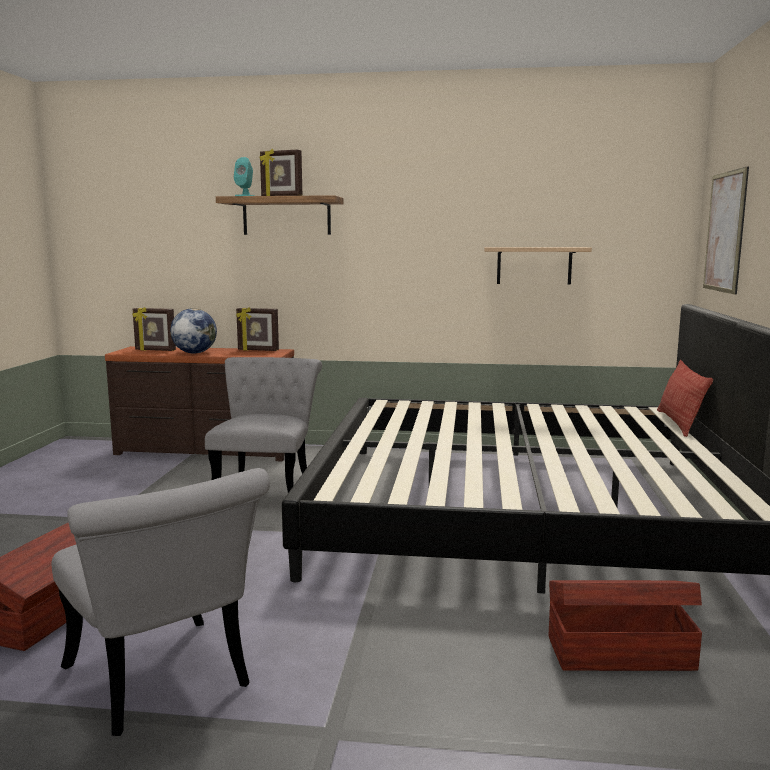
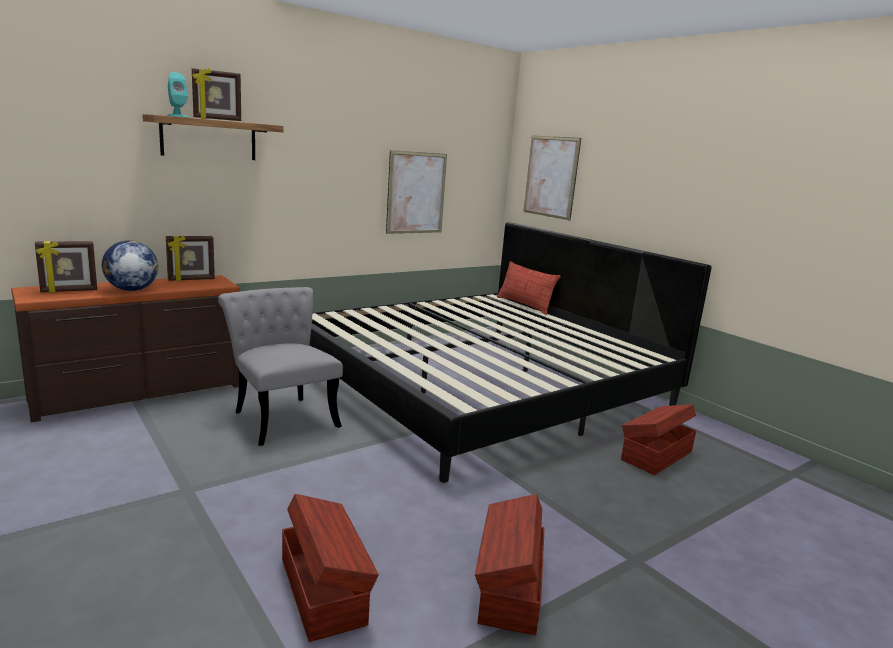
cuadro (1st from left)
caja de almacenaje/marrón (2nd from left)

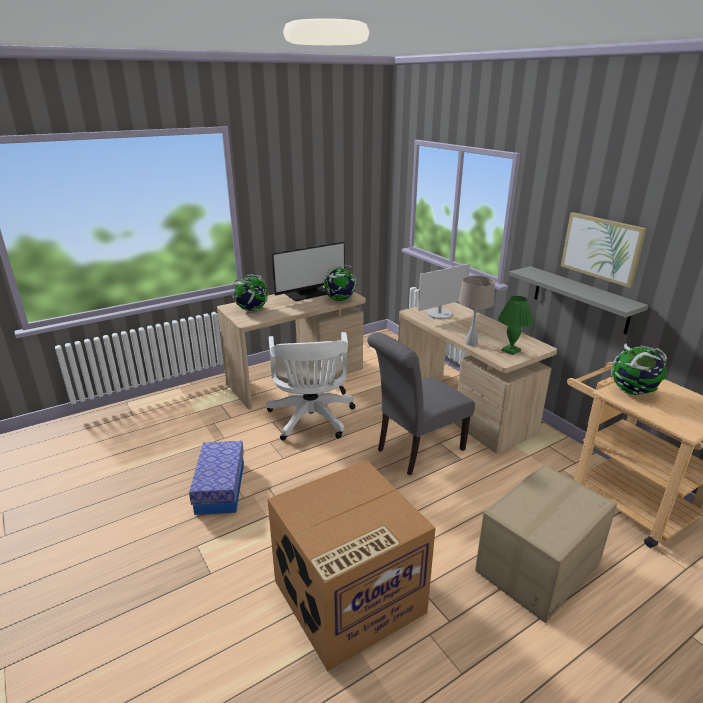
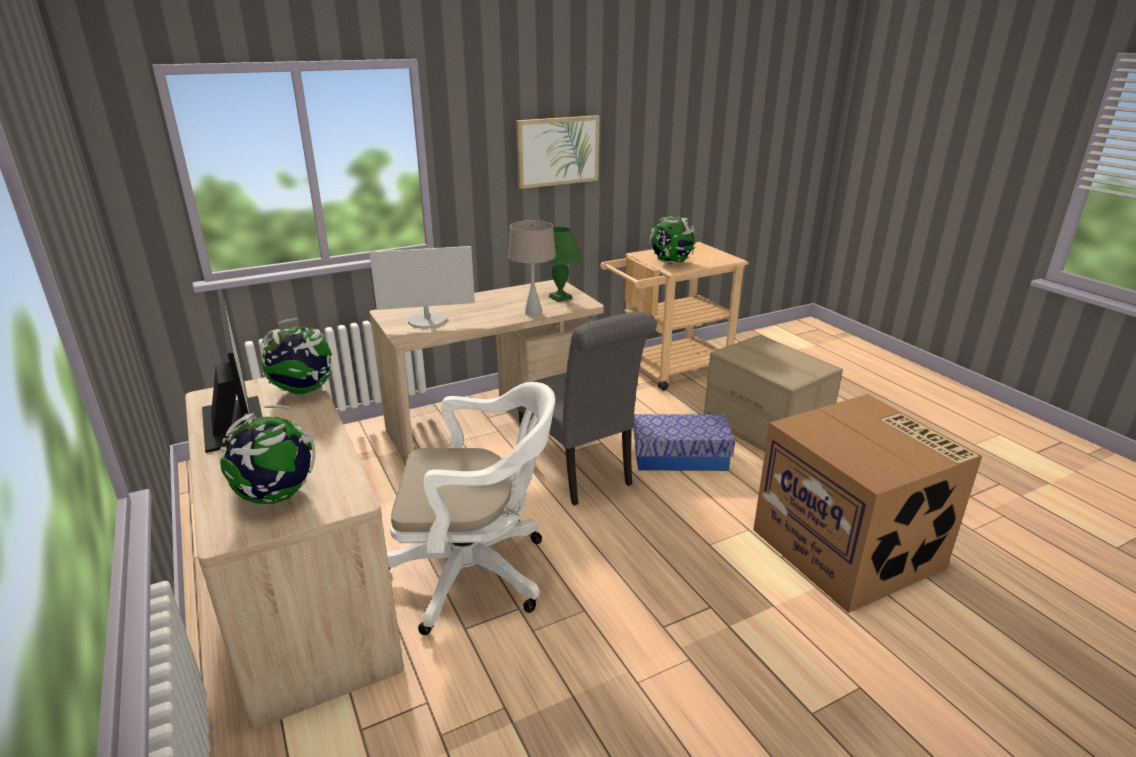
monitor (2nd from left)
estante/gris
caja de almacenaje

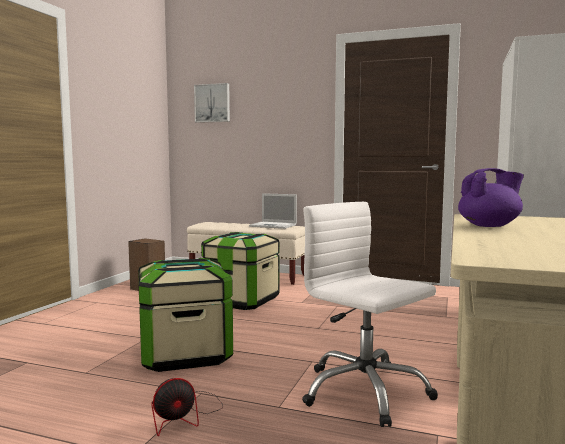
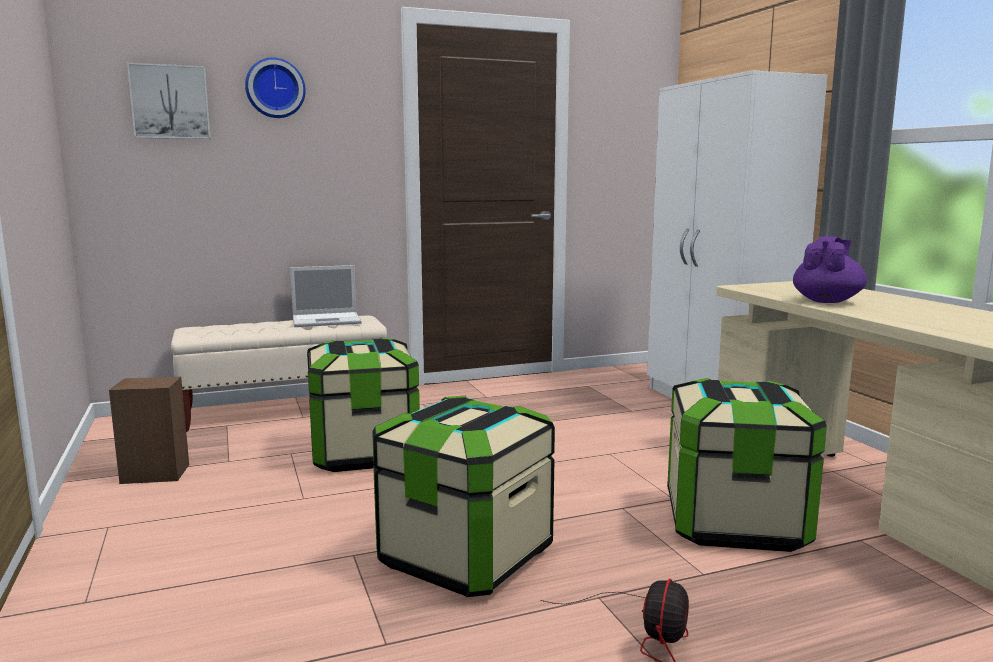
caja de almacenaje (3rd from left)
reloj de pared

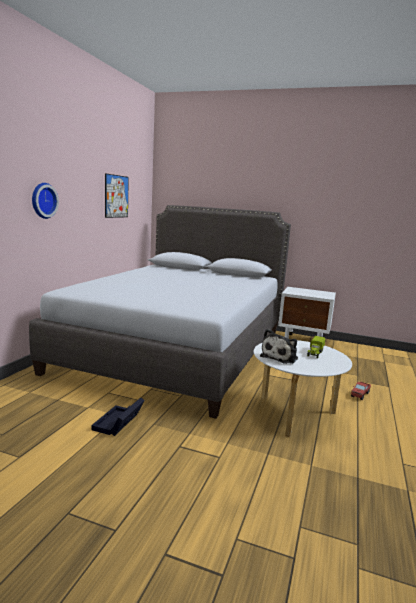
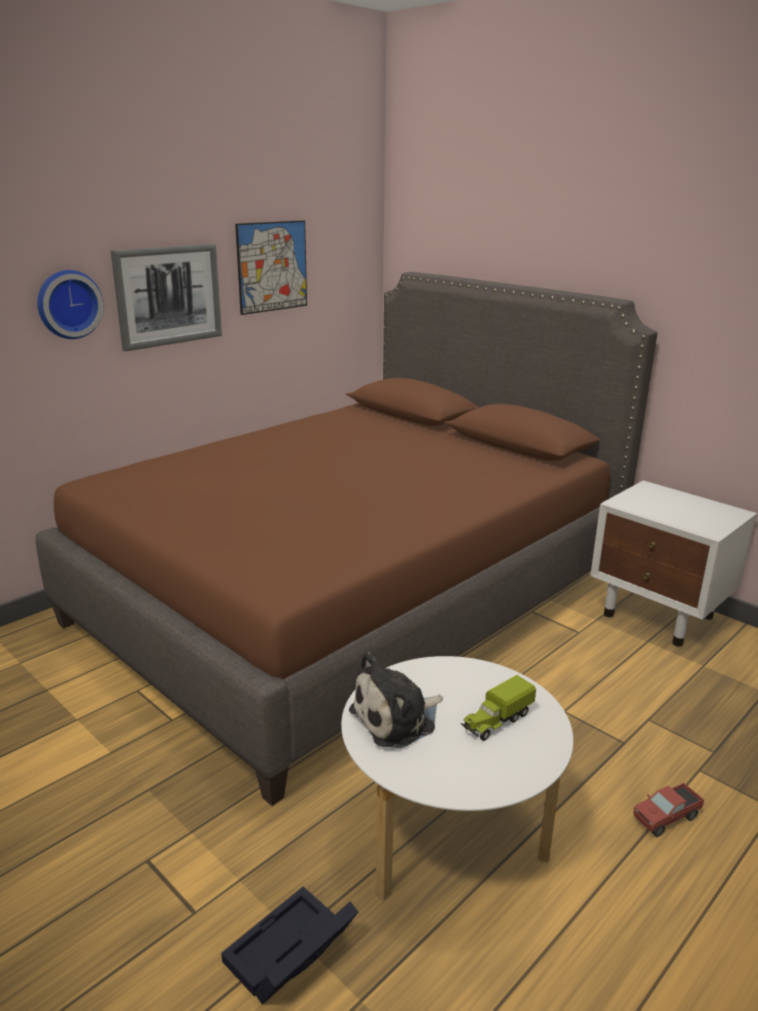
cama/marrón
caja de almacenaje/negro
cuadro (1st from left)

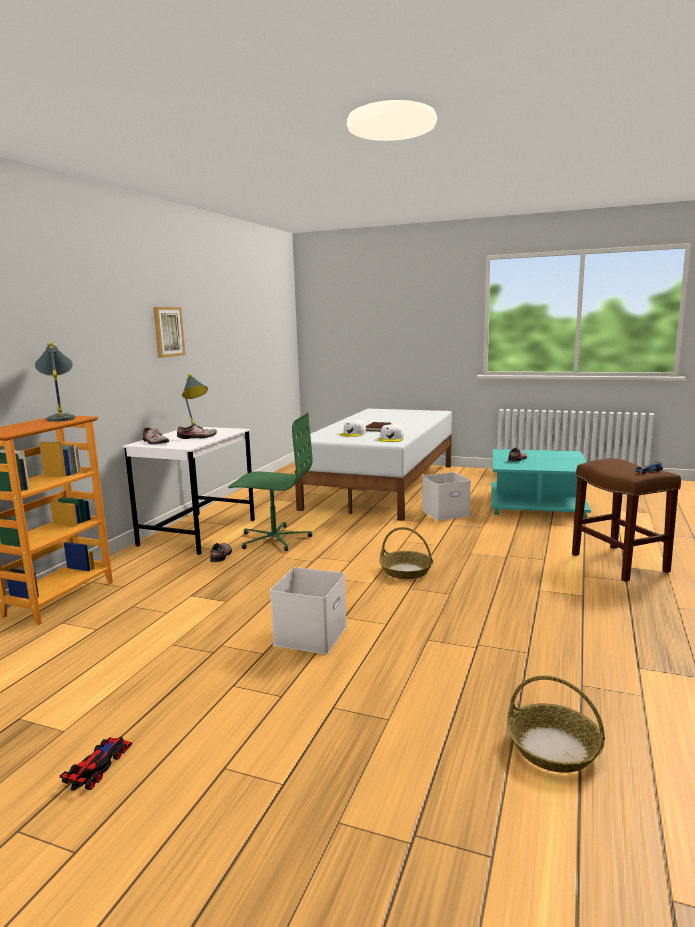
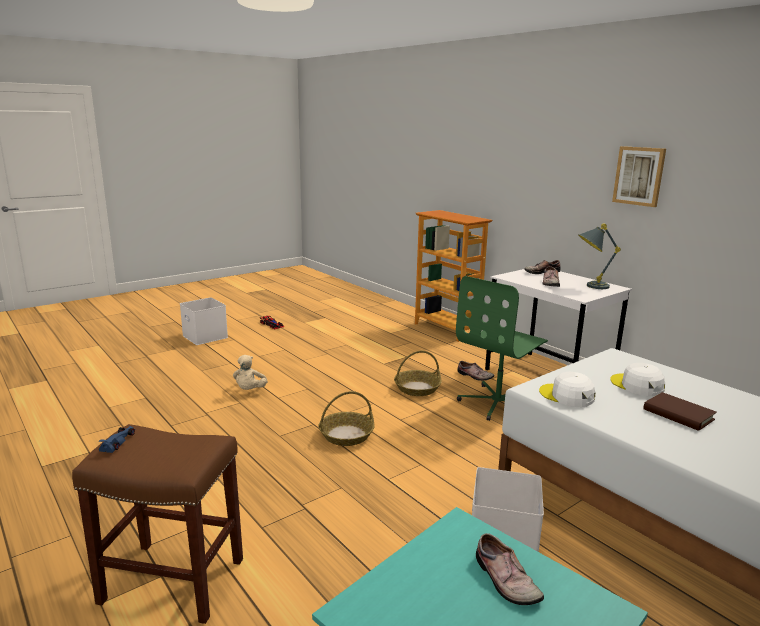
lámpara de mesa/gris (1st from left in the first image)
caja de almacenaje/blanco (1st from left)
cesta (2nd from left)
peluche/beis

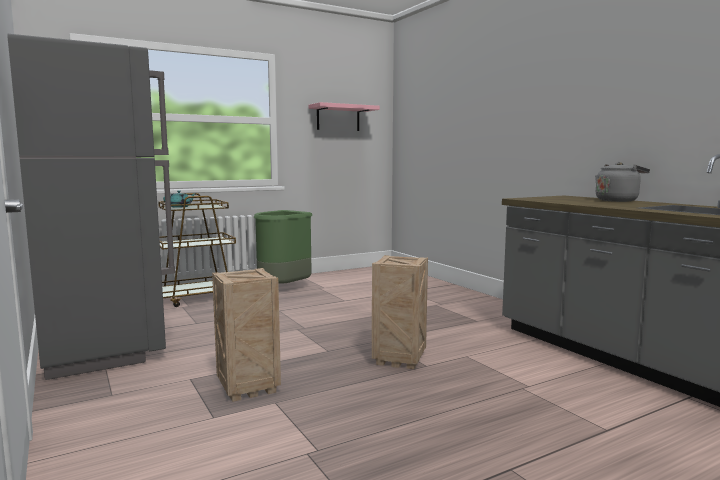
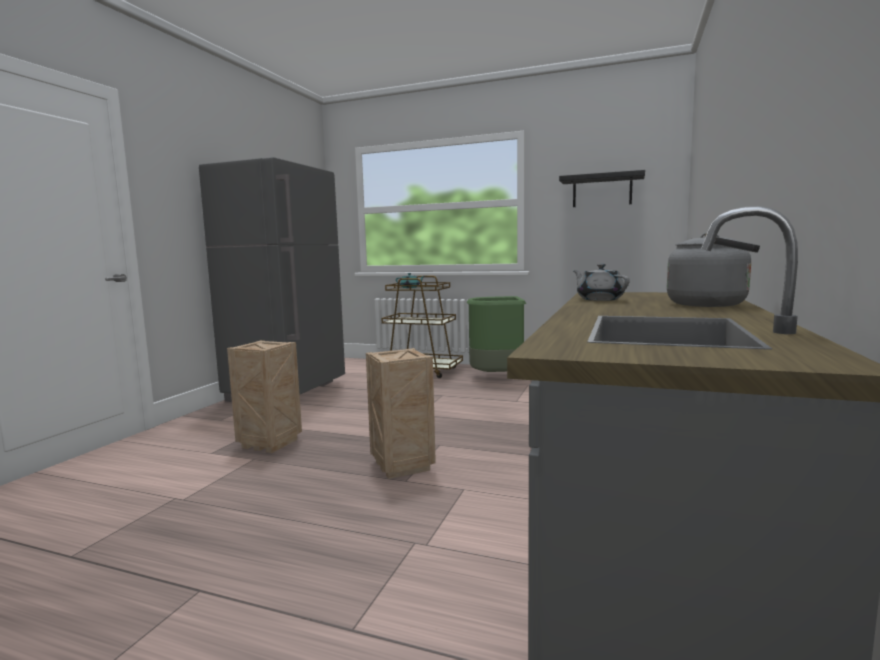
estante/negro
tetera/gris

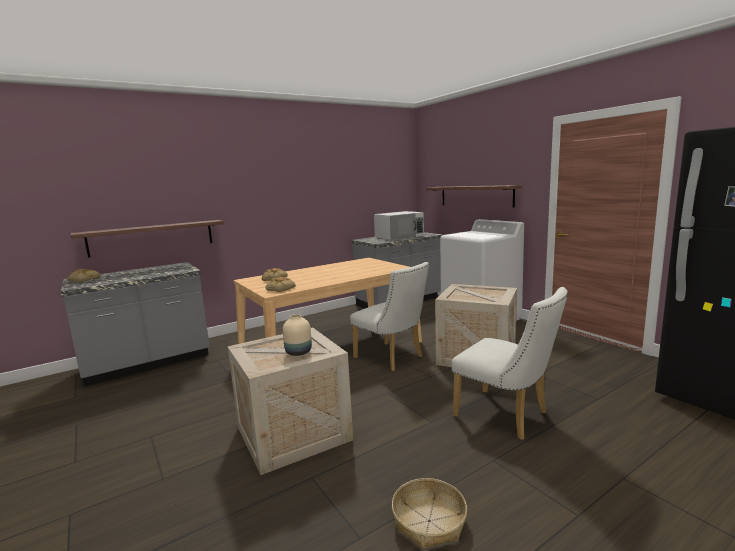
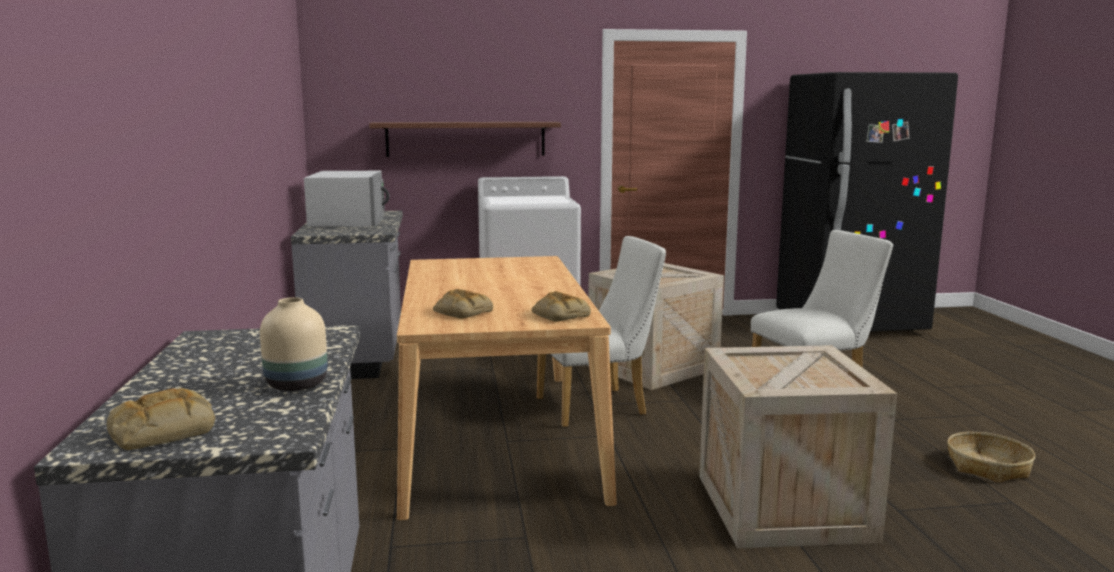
estante (1st from left in the first image)
florero/beis

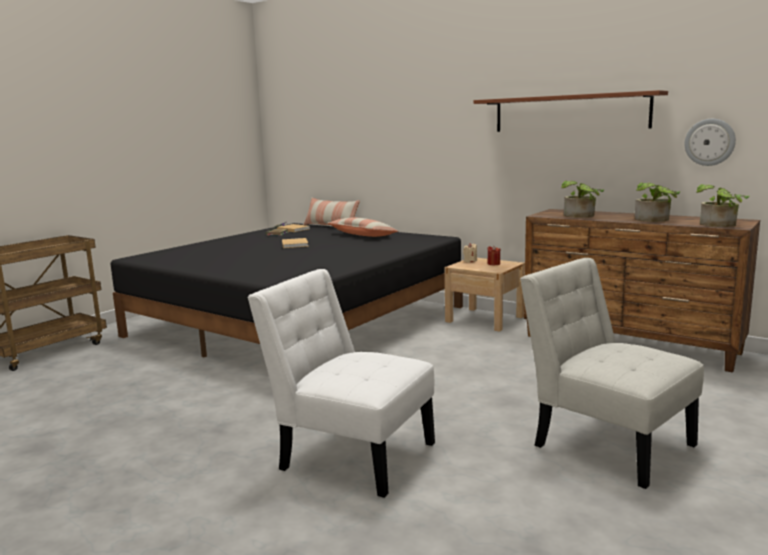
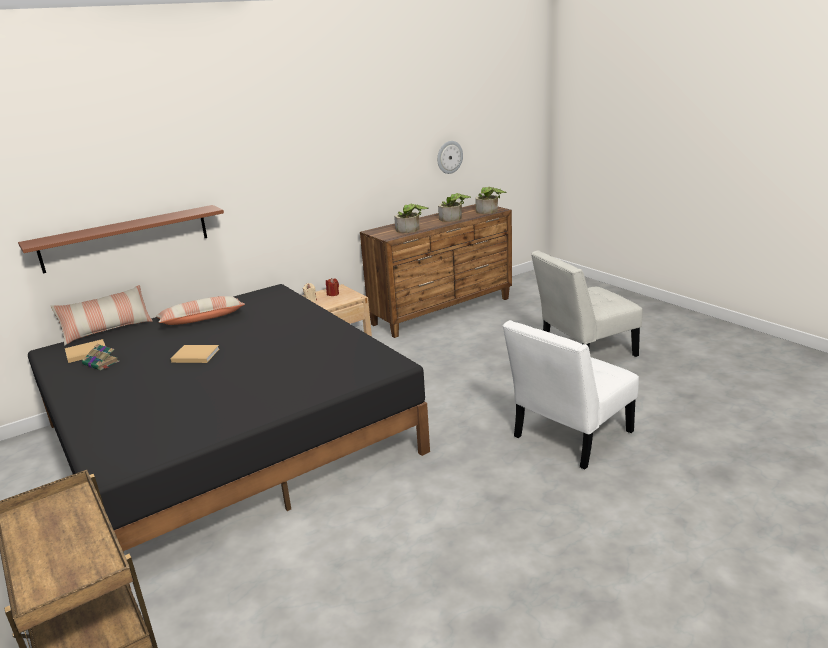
estante/marrón

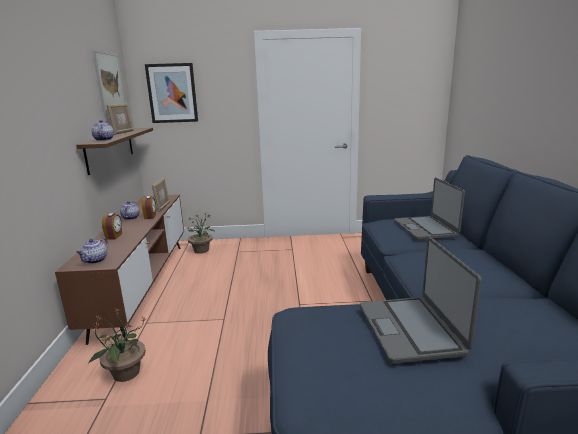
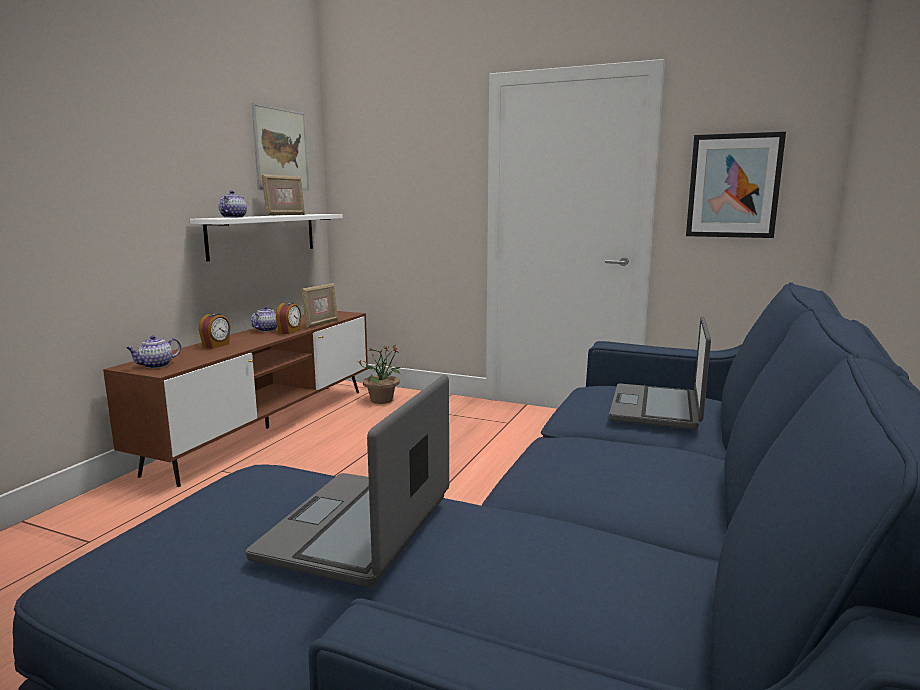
cuadro (2nd from left)
estante/blanco
planta en maceta (1st from left in the first image)

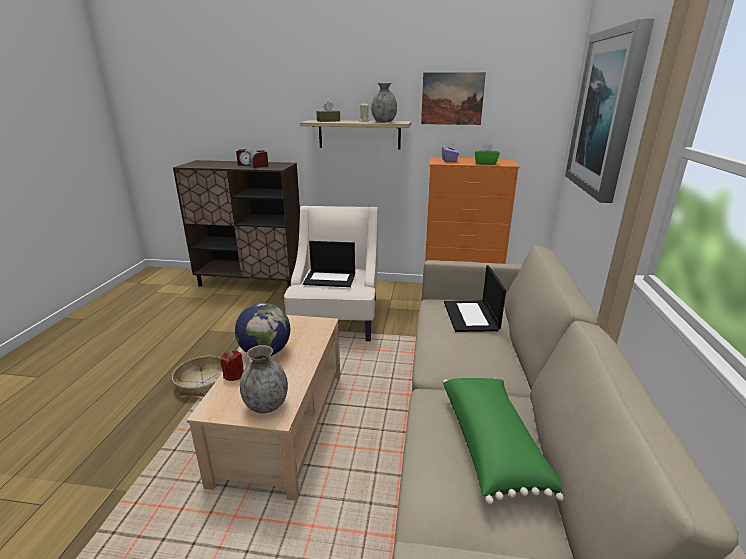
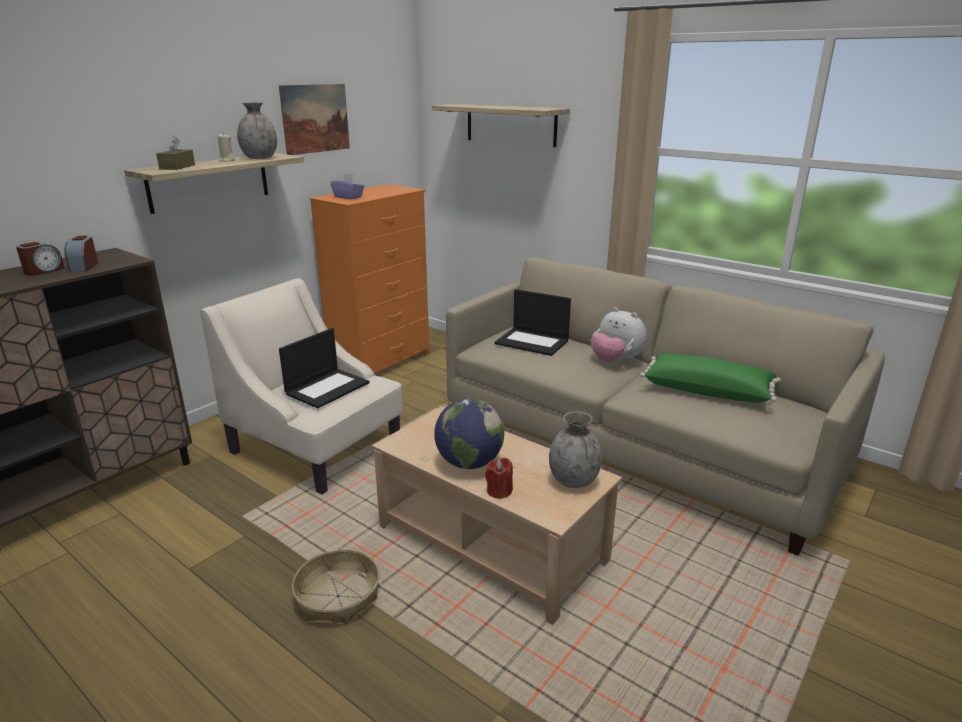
estante (2nd from left)
caja de pañuelos/verde
peluche

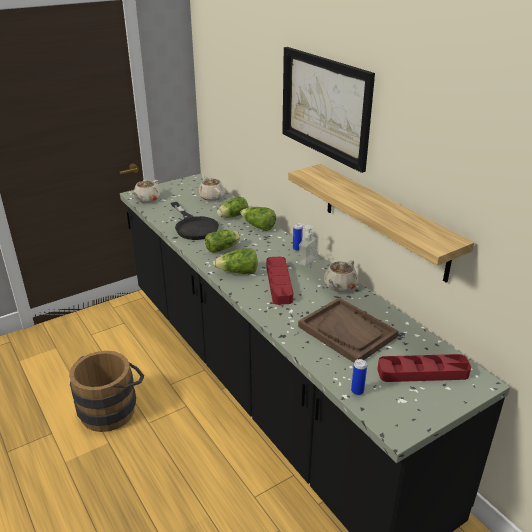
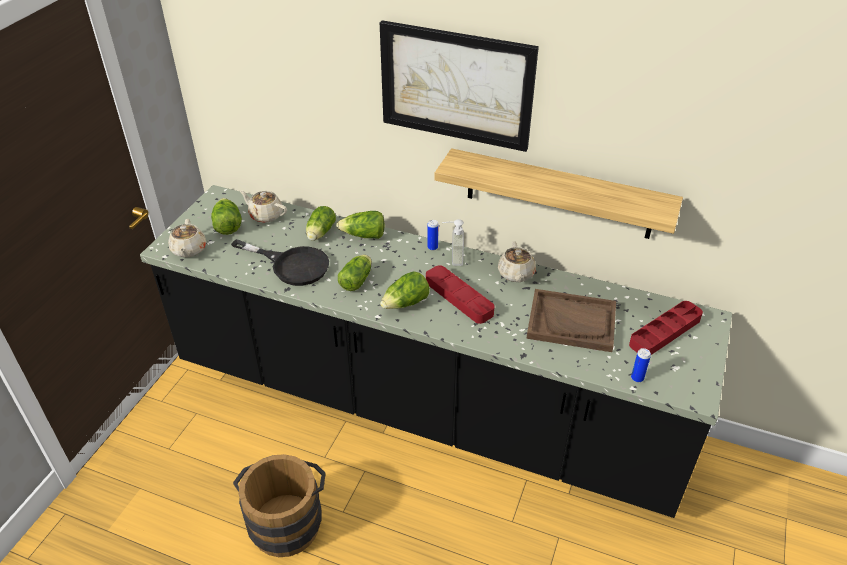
lechuga (1st from left)

